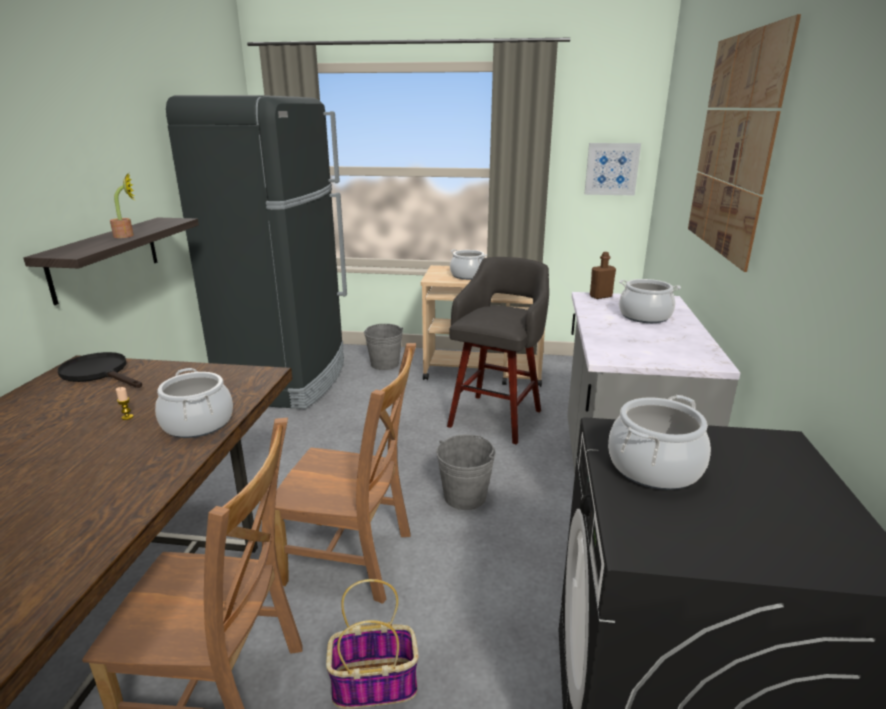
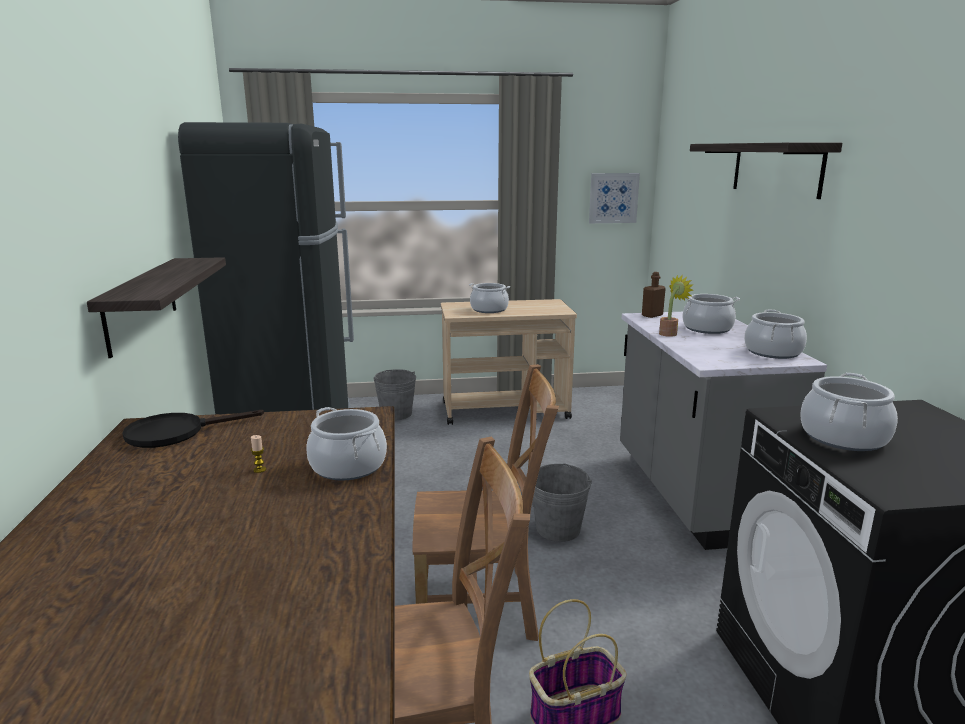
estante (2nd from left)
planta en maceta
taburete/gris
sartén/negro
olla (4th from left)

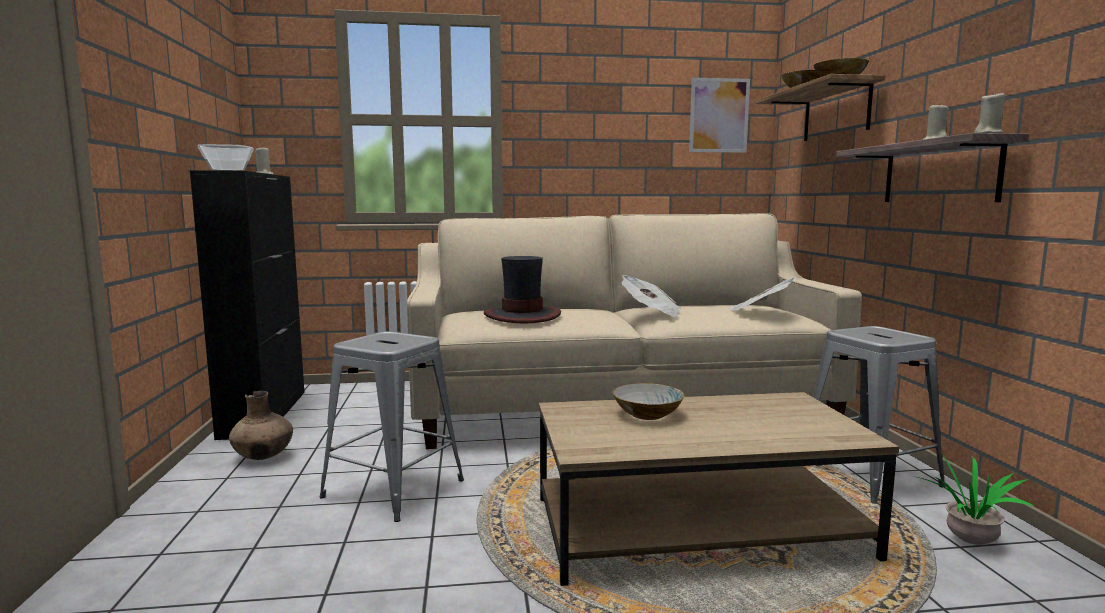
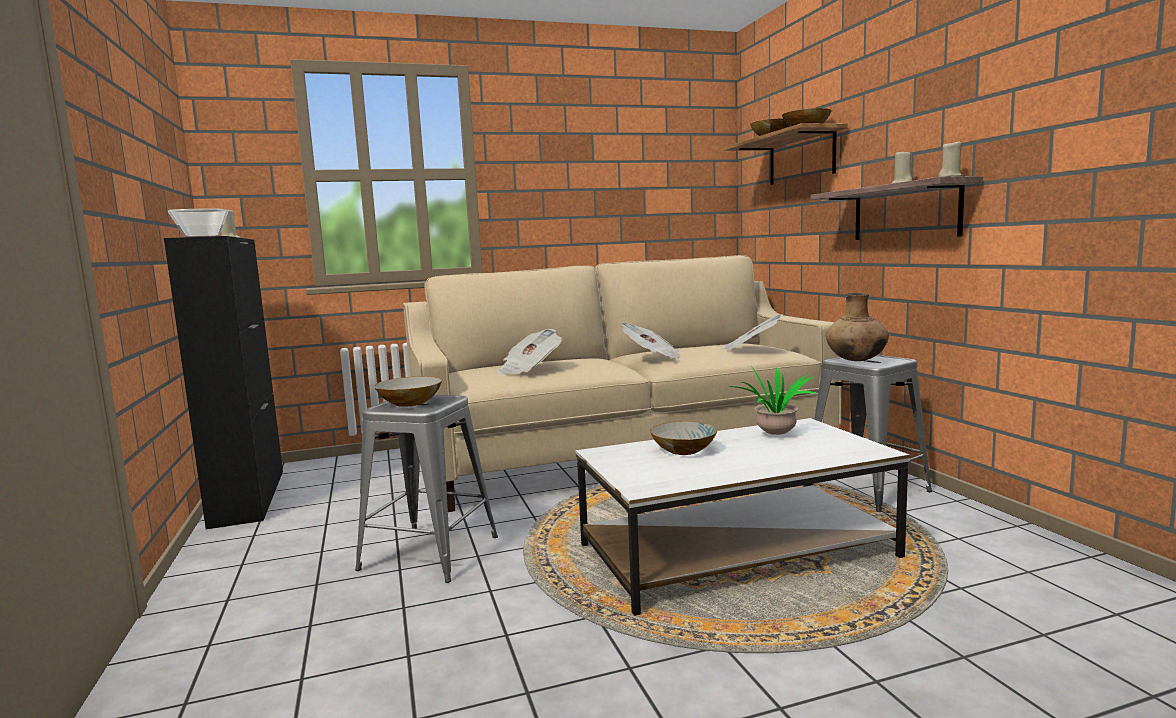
cuadro
periódico (1st from left)
florero/marrón
mesa de centro/blanco
planta en maceta
cuenco (2nd from left)

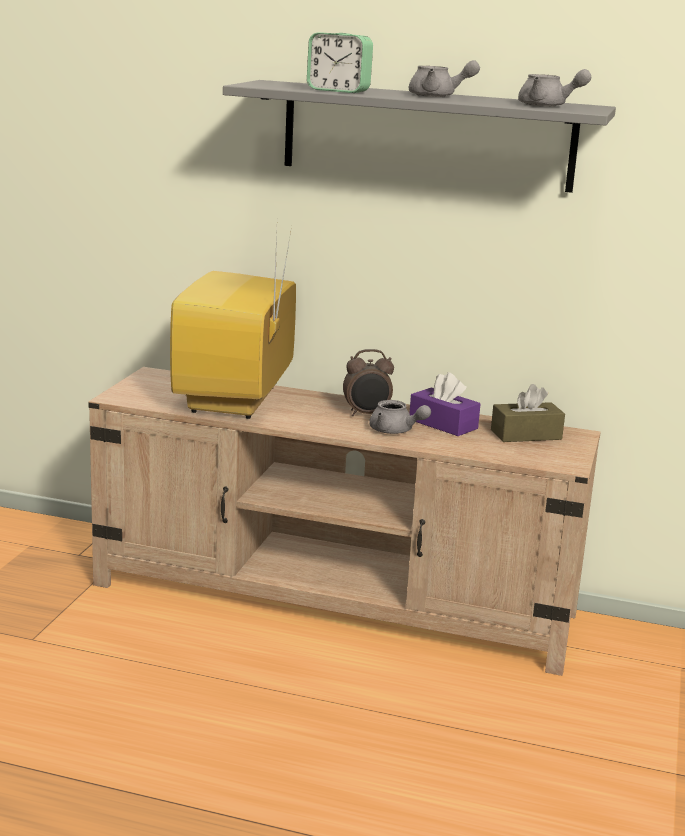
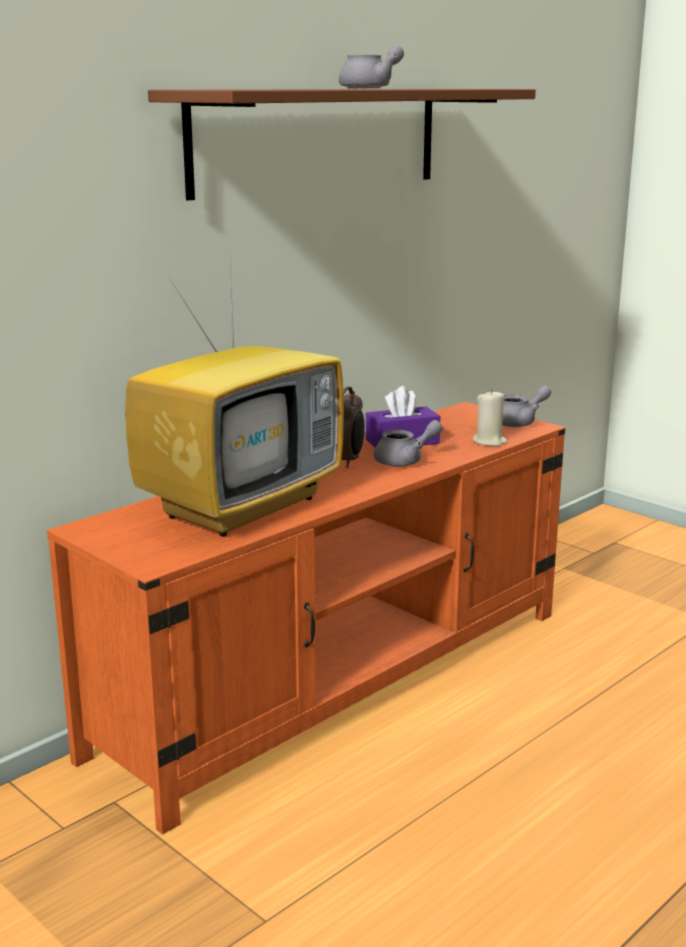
despertador (1st from left in the first image)
tetera/gris (3rd from left)
estante/marrón
televisor
mueble de televisión/naranja
caja de pañuelos/marrón
vela/beis

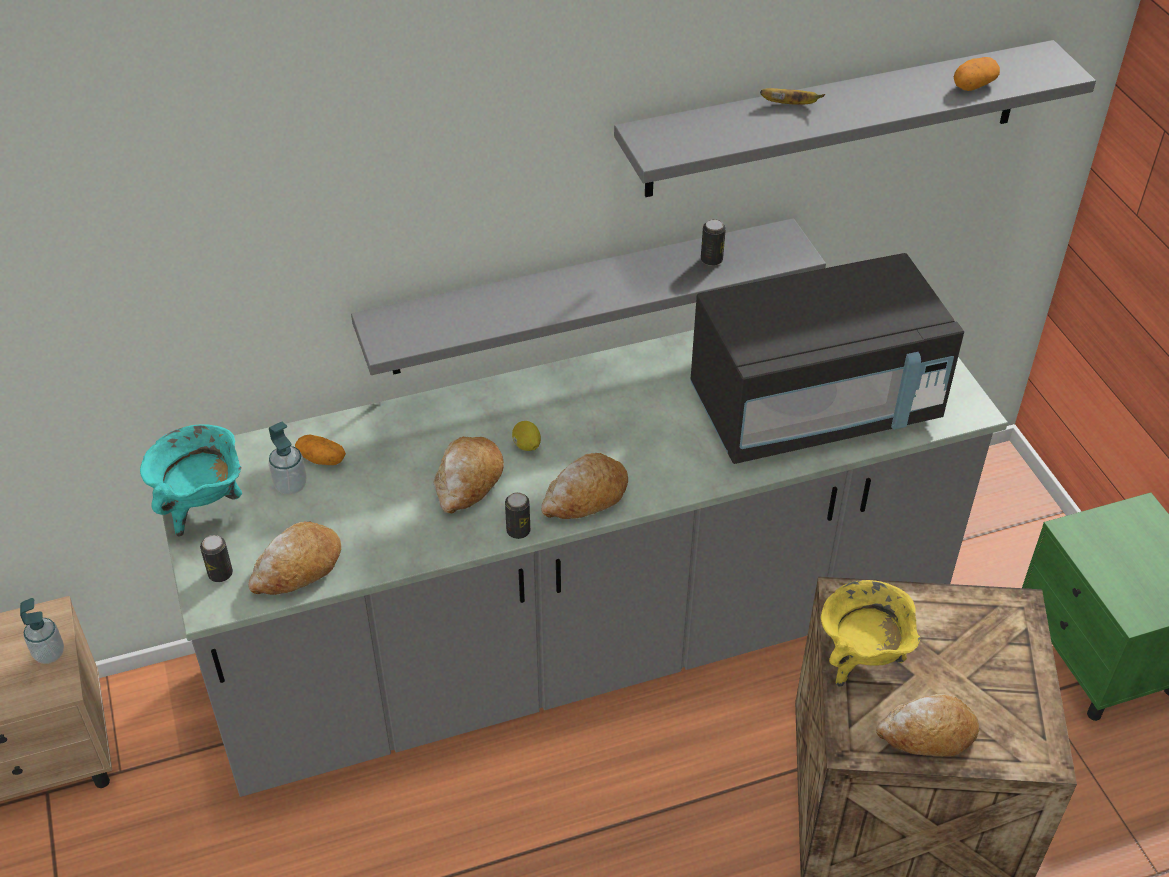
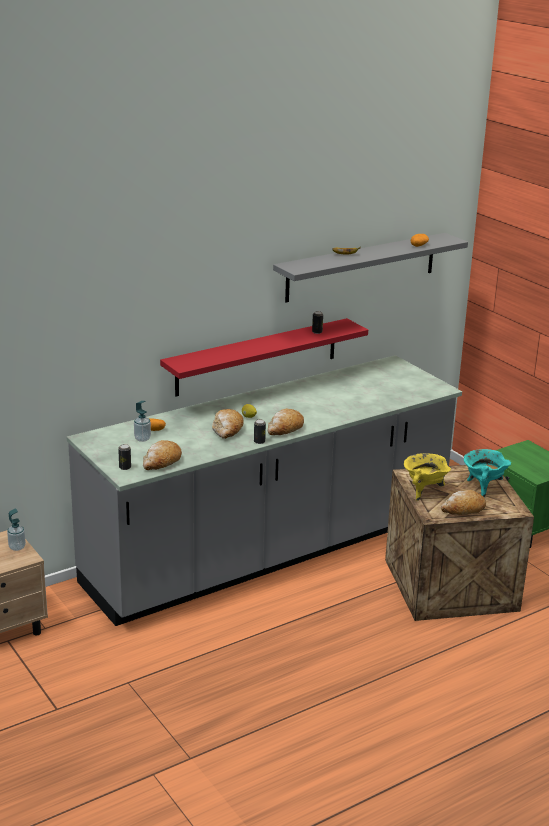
estante/rojo
microondas/negro
olla/turquesa

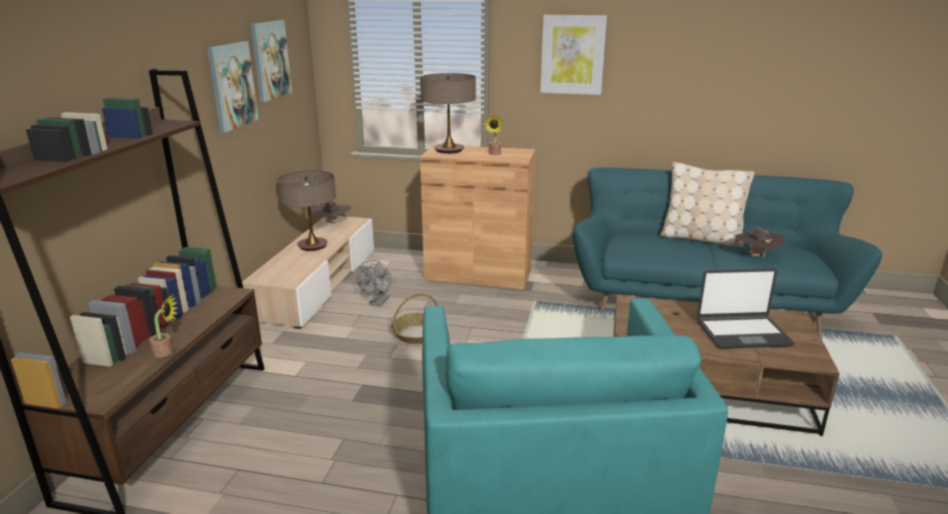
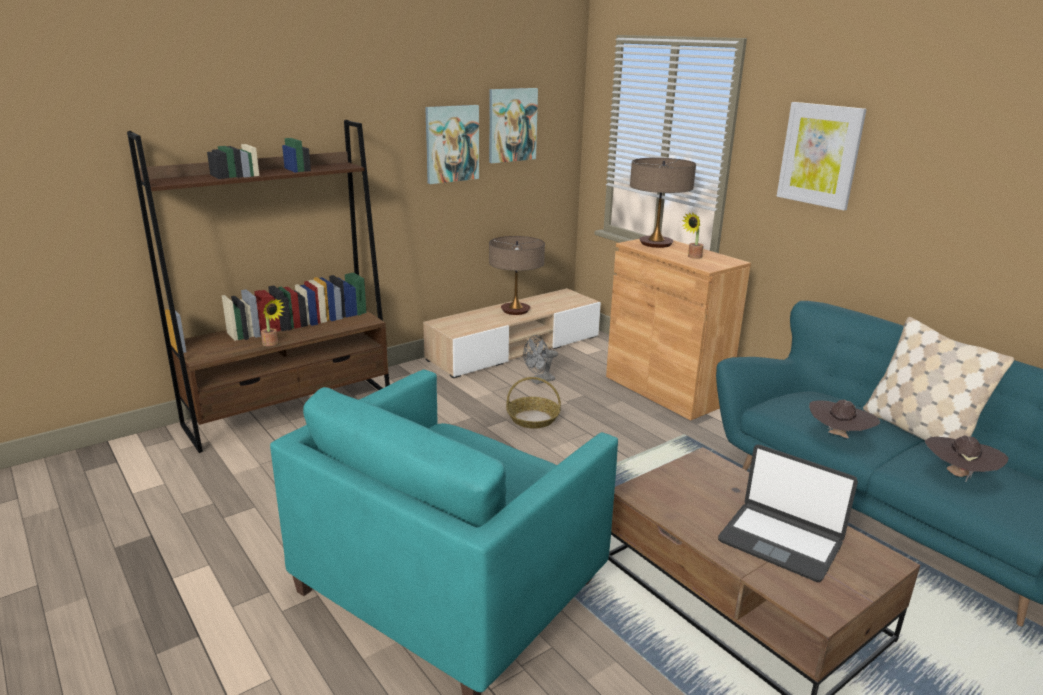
sombrero/marrón (1st from left)

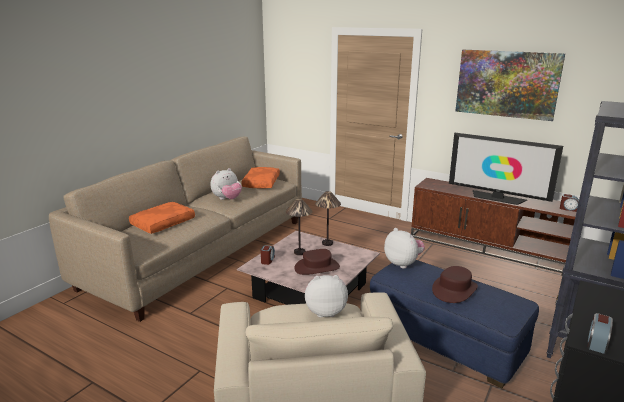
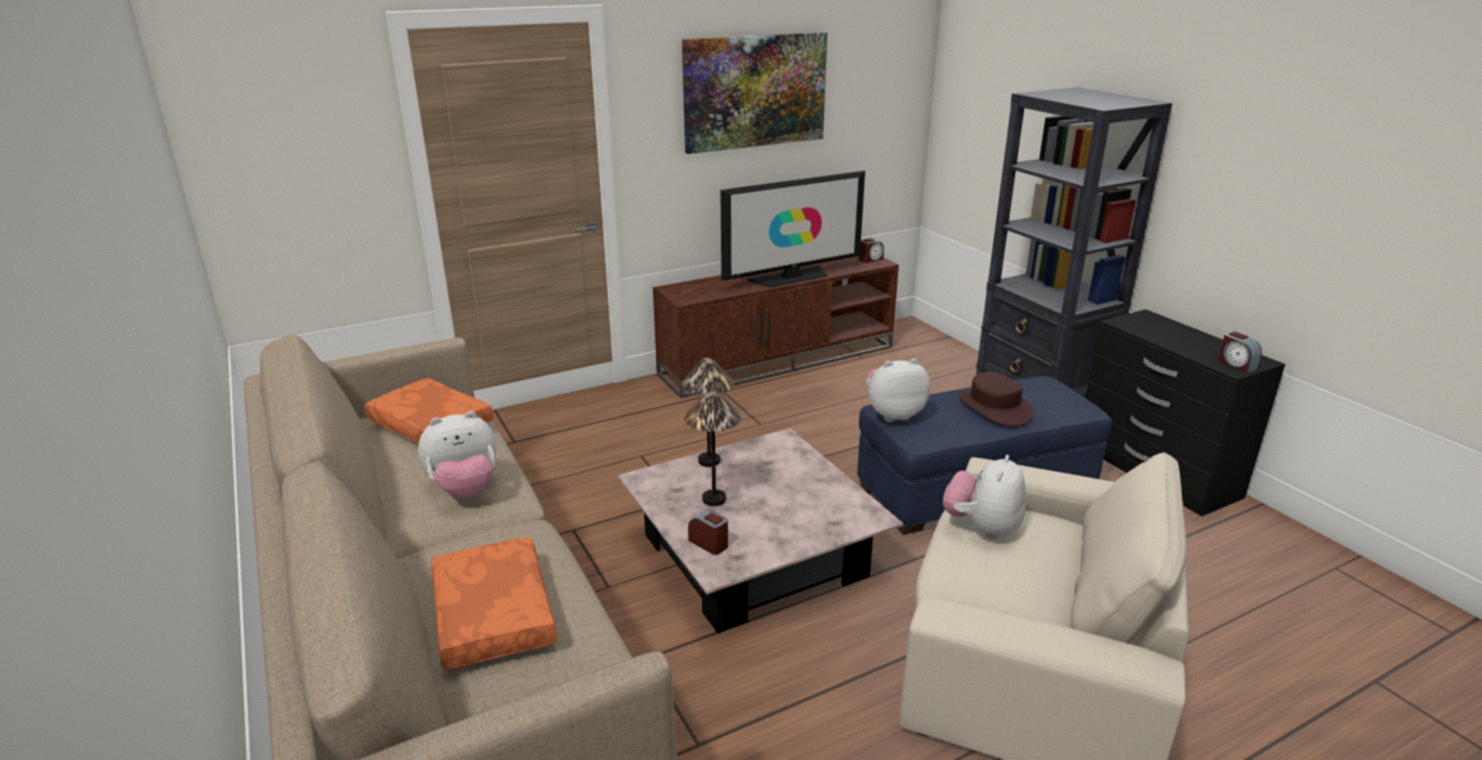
peluche (1st from left)
sombrero/marrón (1st from left in the first image)

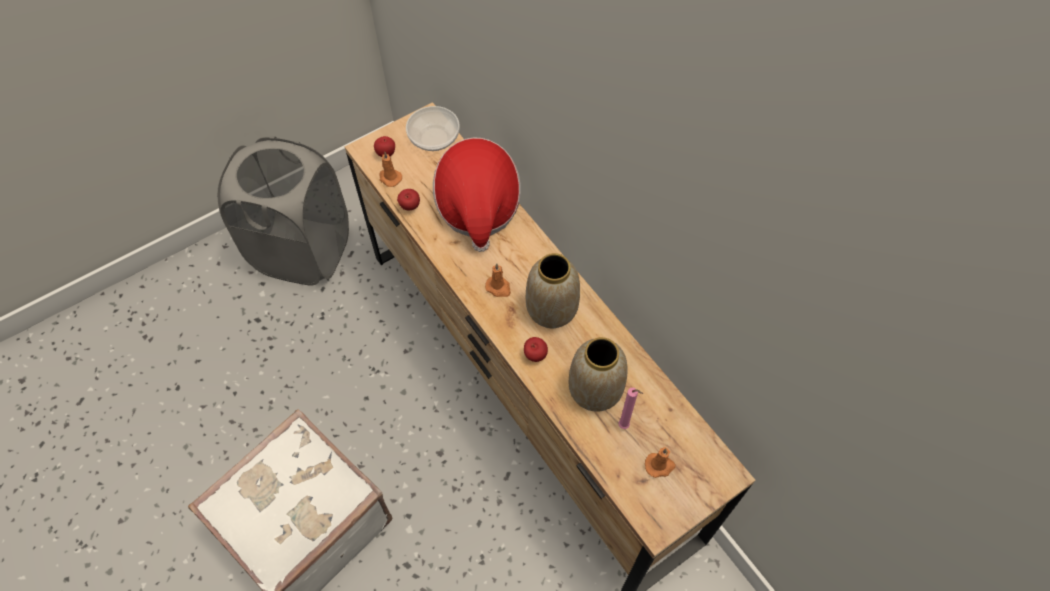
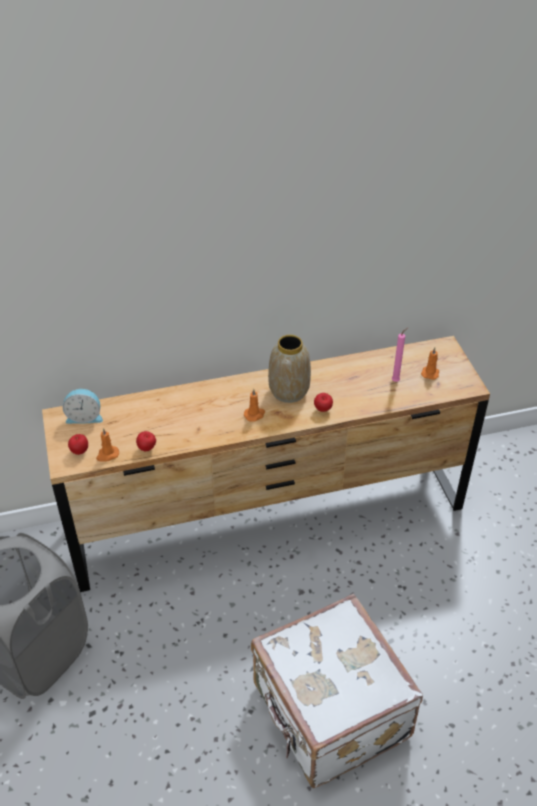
despertador
sombrero
florero (2nd from left in the first image)

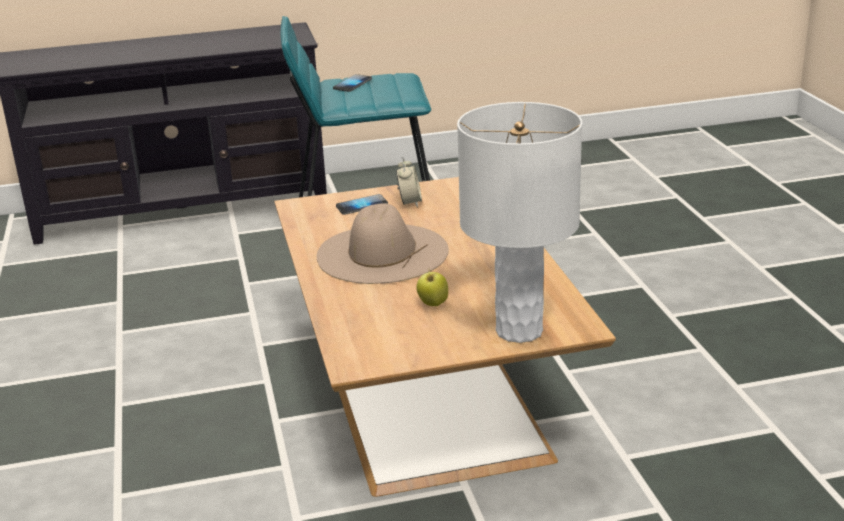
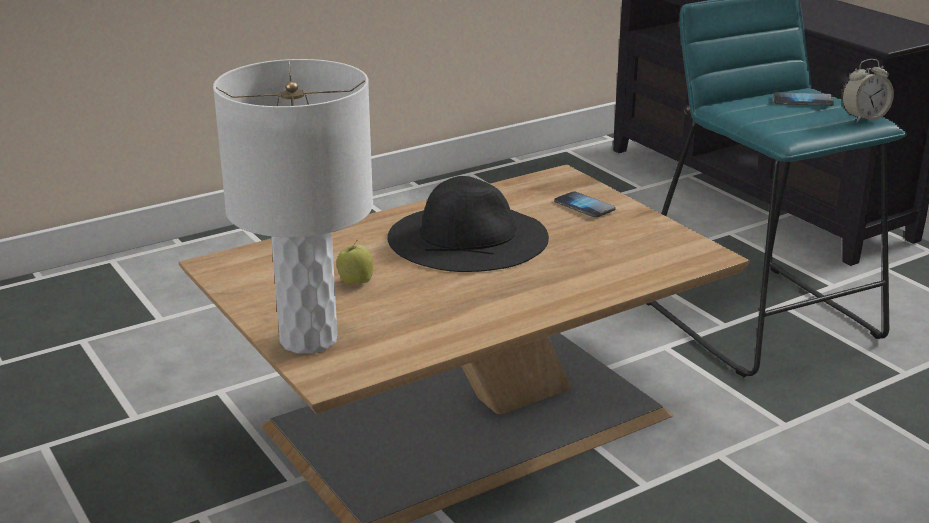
despertador
sombrero/negro

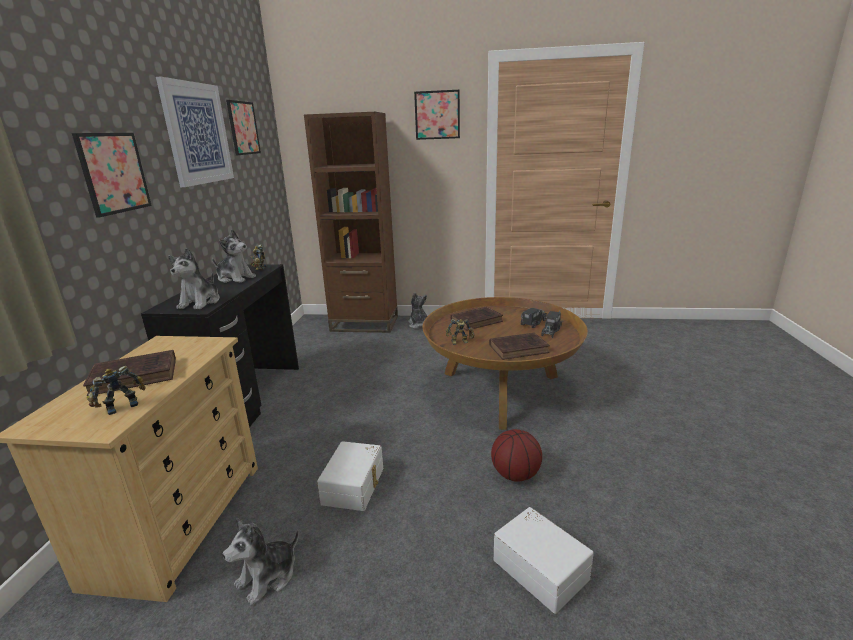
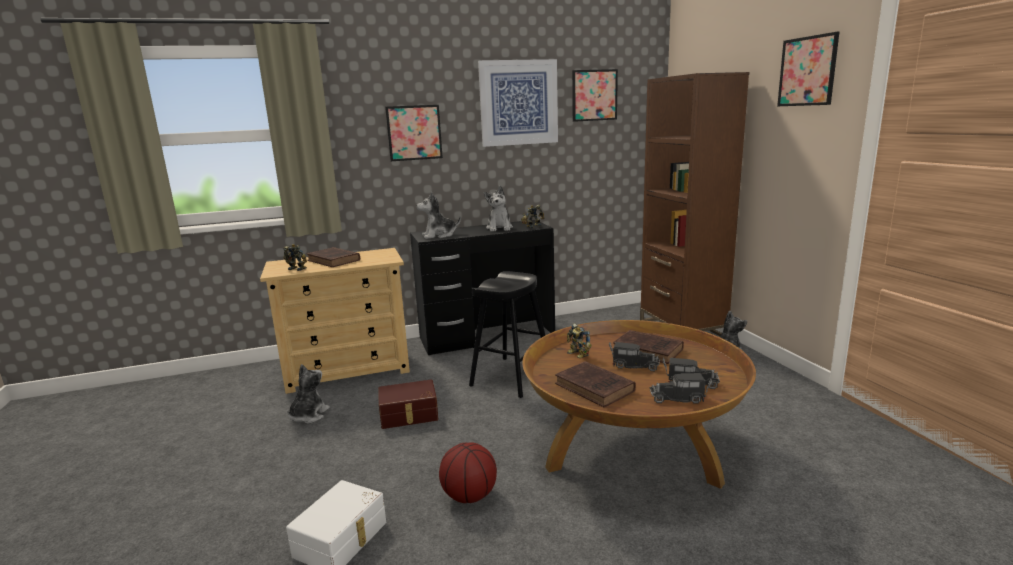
caja de almacenaje/marrón
peluche (1st from left)
taburete/negro
camión de juguete (1st from left)

